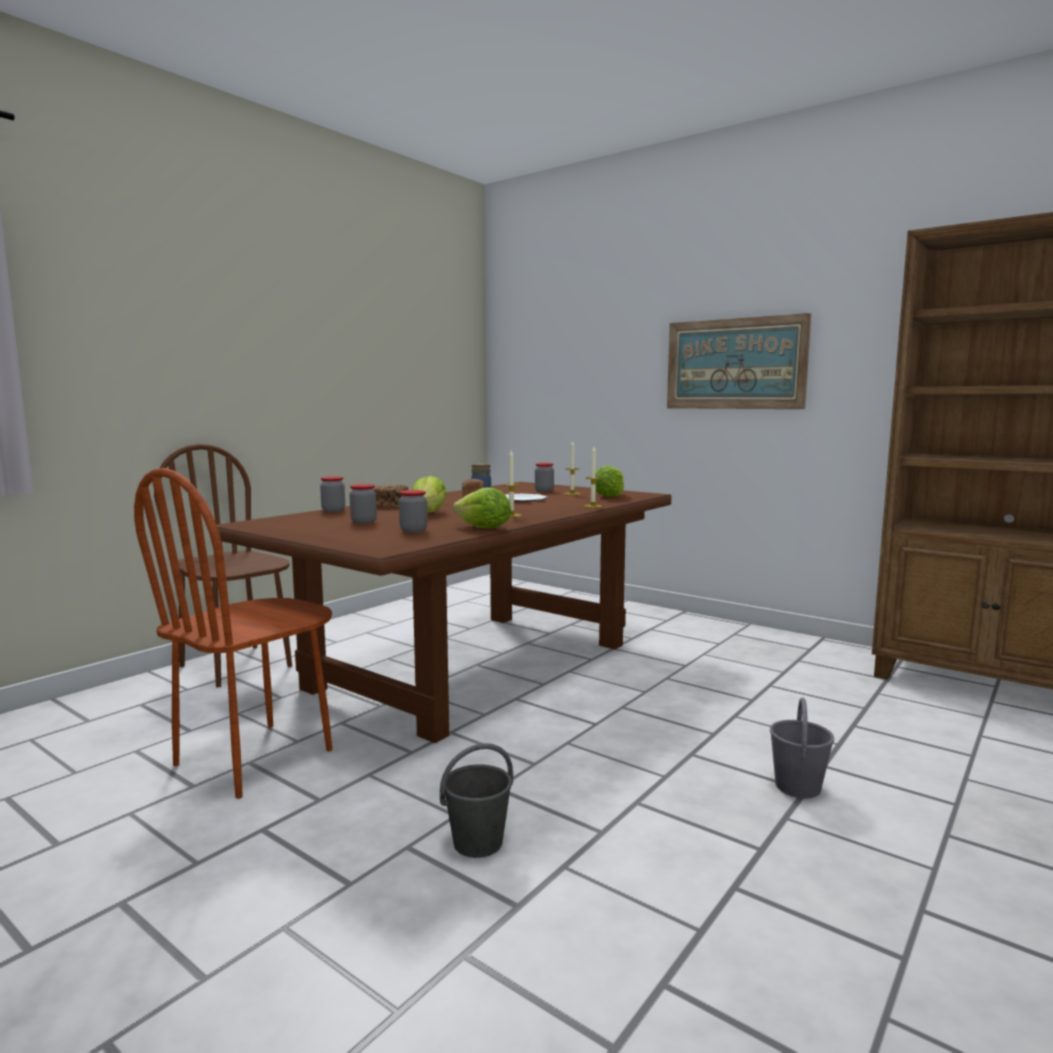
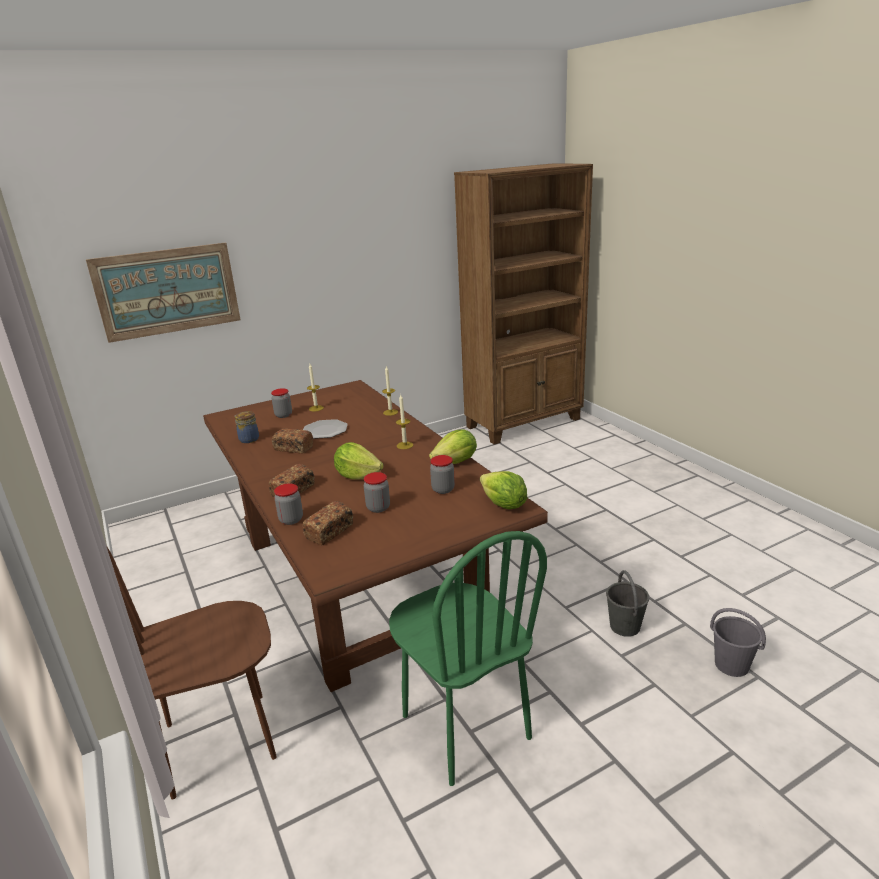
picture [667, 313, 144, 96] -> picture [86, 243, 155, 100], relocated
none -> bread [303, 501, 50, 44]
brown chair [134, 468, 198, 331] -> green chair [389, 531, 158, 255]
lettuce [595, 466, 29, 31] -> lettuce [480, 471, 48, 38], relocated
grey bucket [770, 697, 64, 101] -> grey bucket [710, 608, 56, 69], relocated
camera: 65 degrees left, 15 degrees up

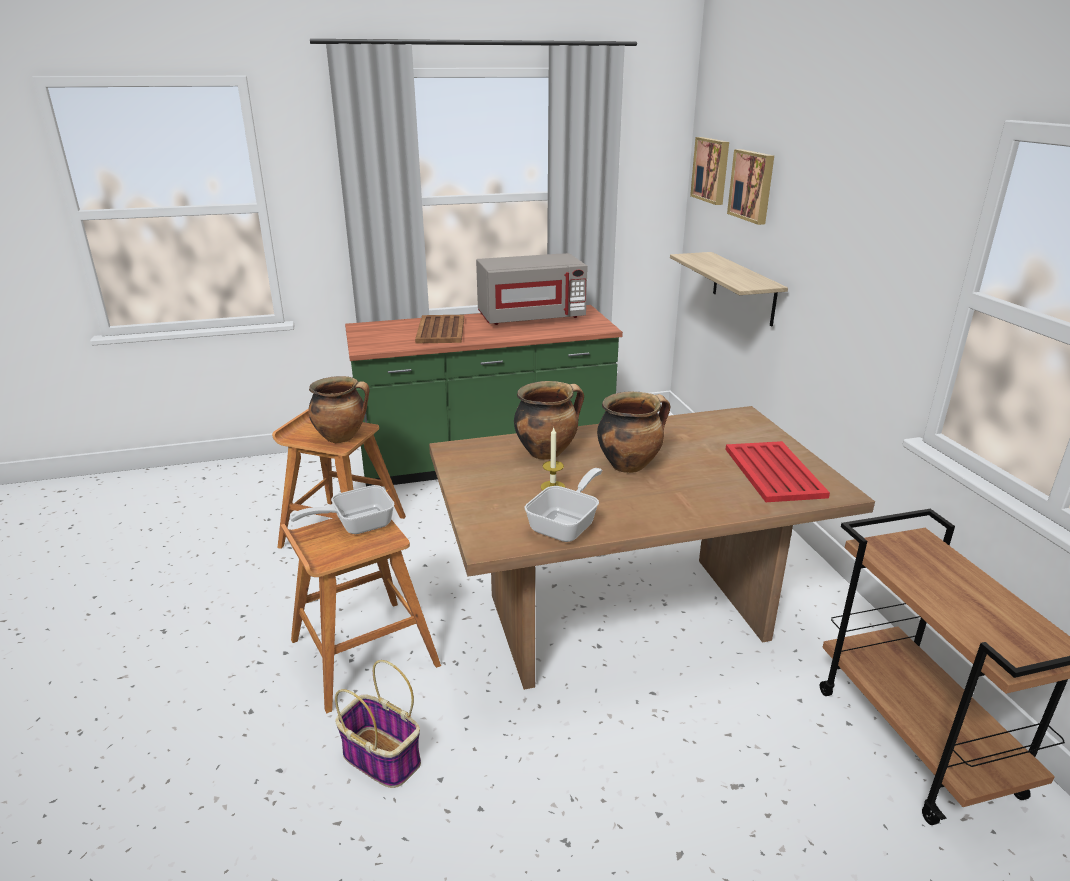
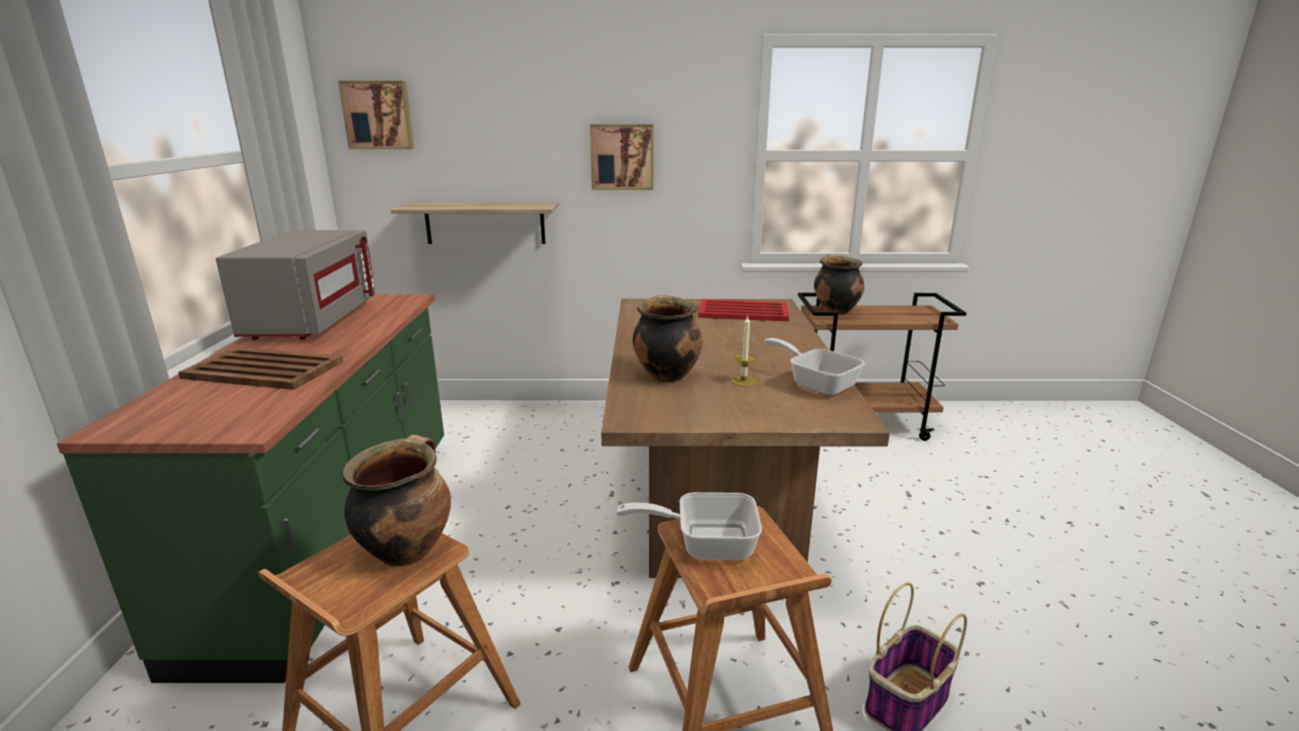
picture [727, 149, 47, 76] -> picture [590, 124, 64, 66], relocated
frying pan [290, 485, 105, 49] -> frying pan [616, 492, 146, 68], 105 degrees clockwise
cooking pot [597, 391, 73, 82] -> cooking pot [814, 255, 50, 60], relocated
camera: 75 degrees left, 5 degrees down

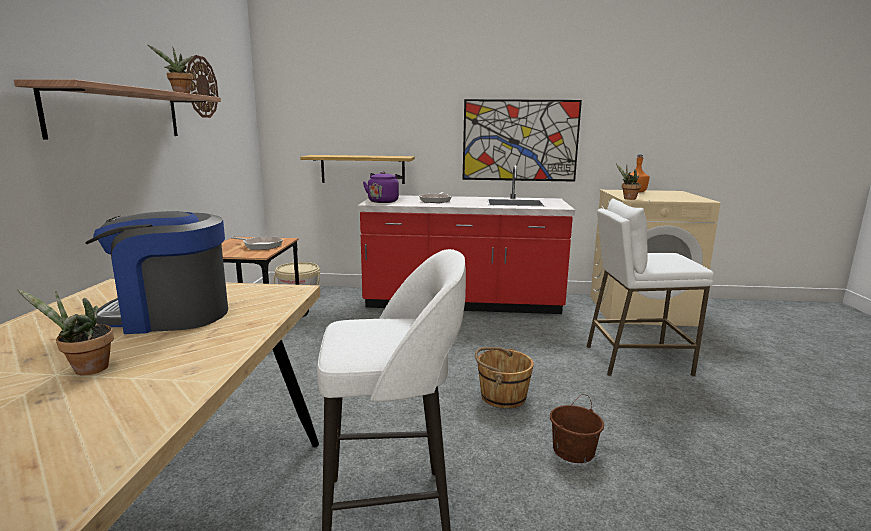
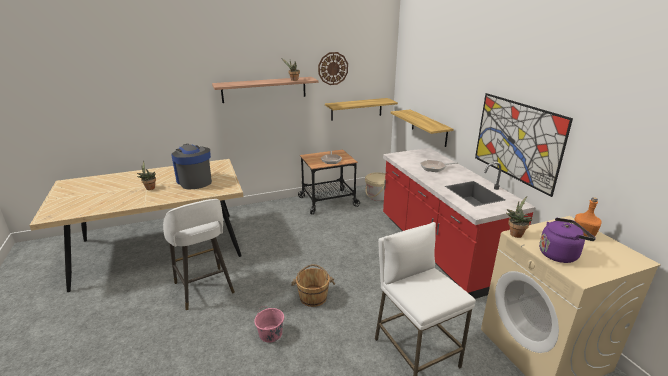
brown bucket [550, 394, 54, 69] -> pink bucket [254, 307, 30, 36]
none -> shelf [325, 98, 73, 23]
purple kettle [363, 171, 40, 32] -> purple kettle [539, 218, 57, 45], relocated
camera: 65 degrees right, 10 degrees up

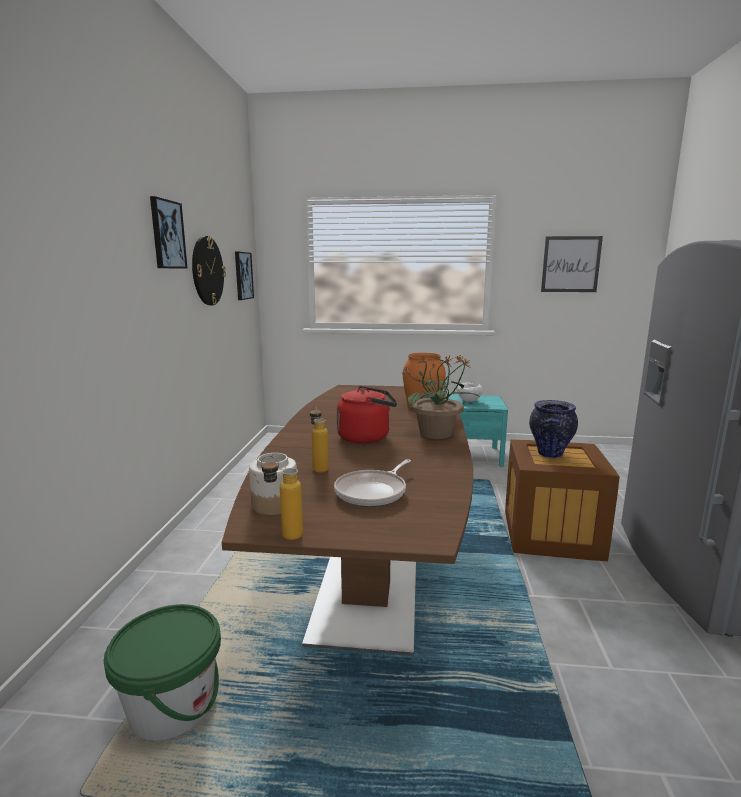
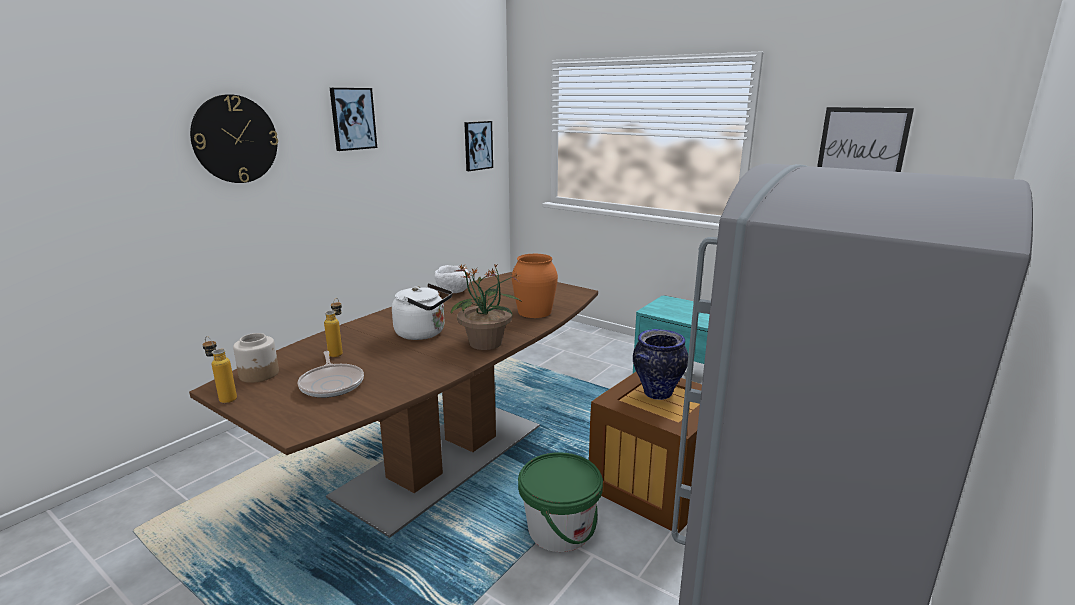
wall clock [192, 236, 34, 69] -> wall clock [190, 94, 88, 89], relocated
frying pan [334, 459, 77, 48] -> frying pan [297, 351, 67, 47], 90 degrees counterclockwise
red kettle [336, 386, 61, 58] -> white kettle [392, 283, 61, 57]
white bowl [456, 382, 27, 20] -> white bowl [435, 265, 34, 28], relocated
green bucket [104, 604, 117, 137] -> green bucket [518, 452, 85, 100], relocated
camera: 30 degrees right, 5 degrees up

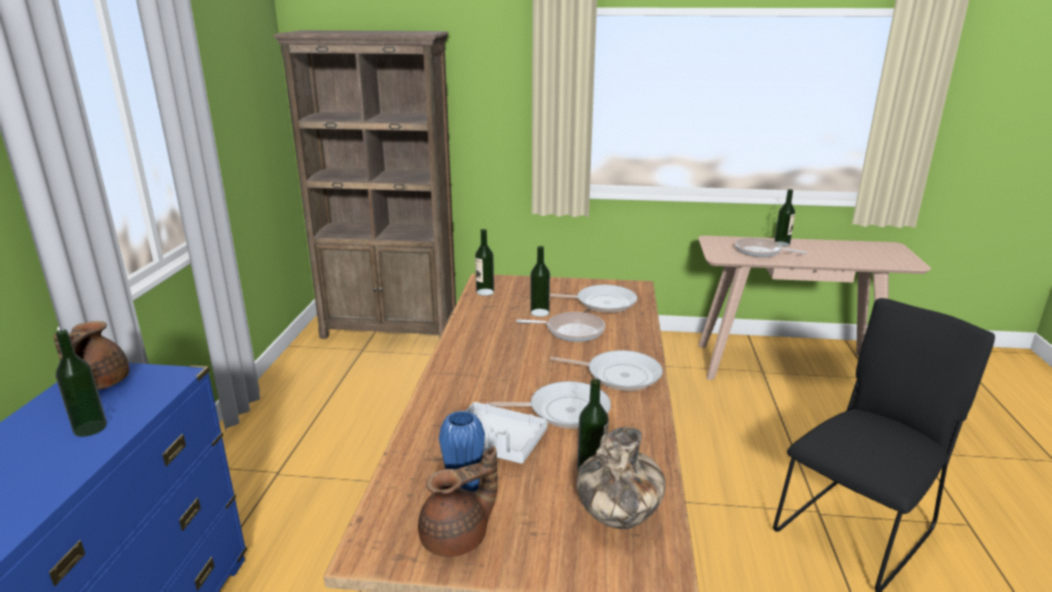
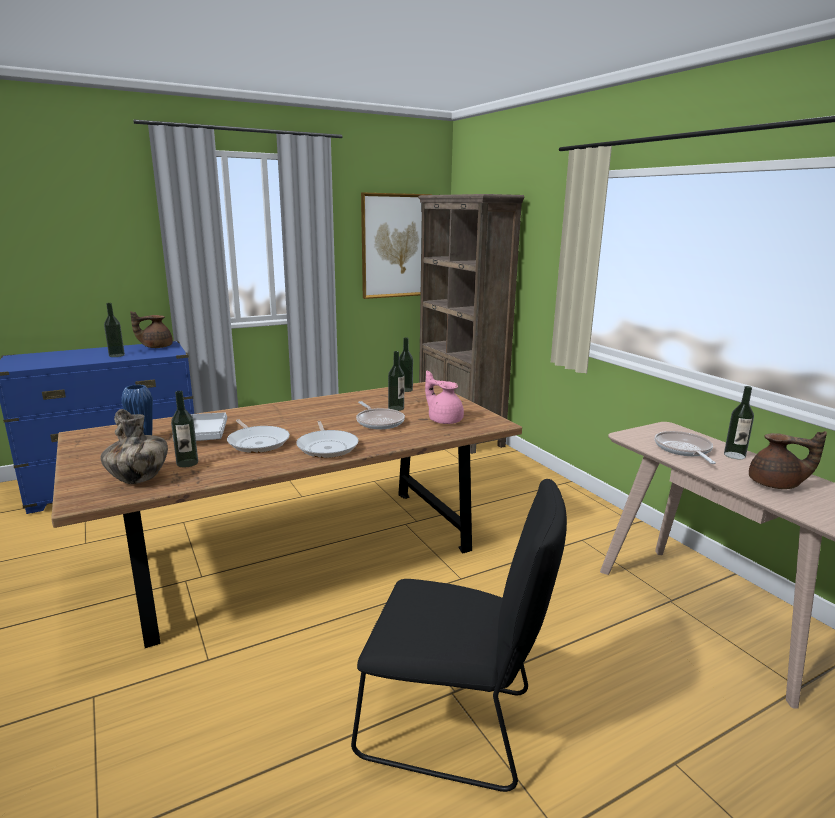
none -> picture [361, 193, 71, 106]
frying pan [550, 285, 87, 28] -> pink teapot [425, 371, 39, 53]
brown teapot [418, 446, 80, 111] -> brown teapot [749, 431, 78, 58], relocated
camera: 55 degrees right, 5 degrees down

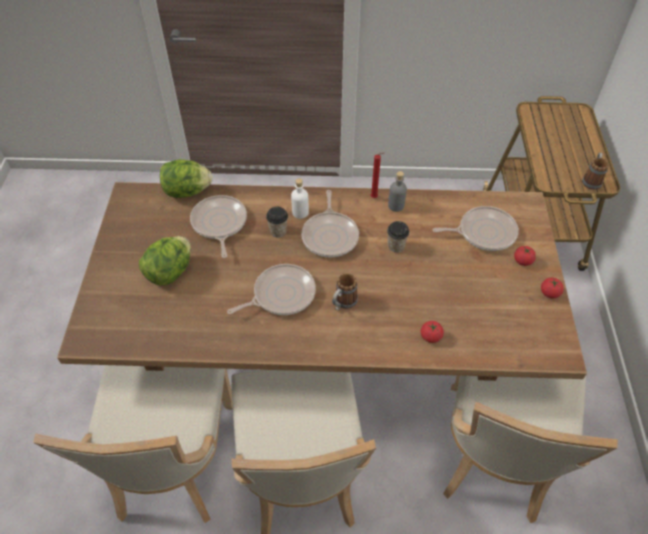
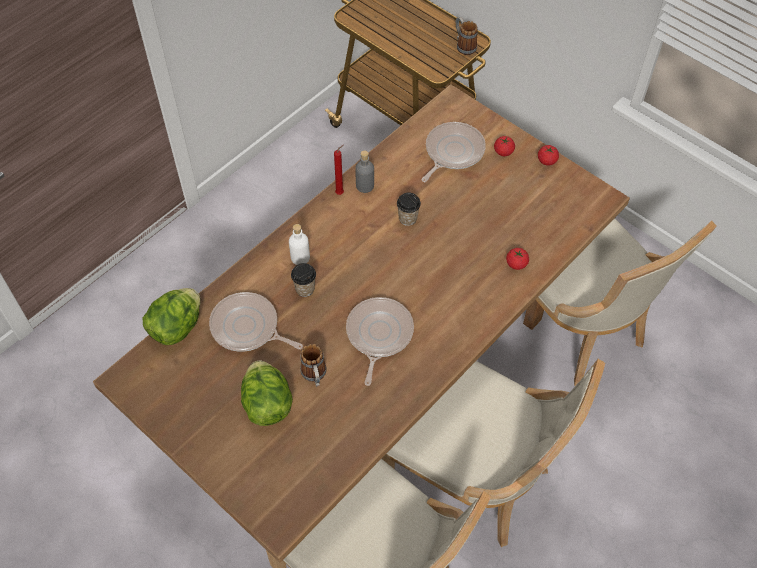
mug [332, 273, 26, 38] -> mug [300, 344, 27, 43], relocated
frying pan [301, 190, 58, 67] -> none
camera: 50 degrees left, 5 degrees up

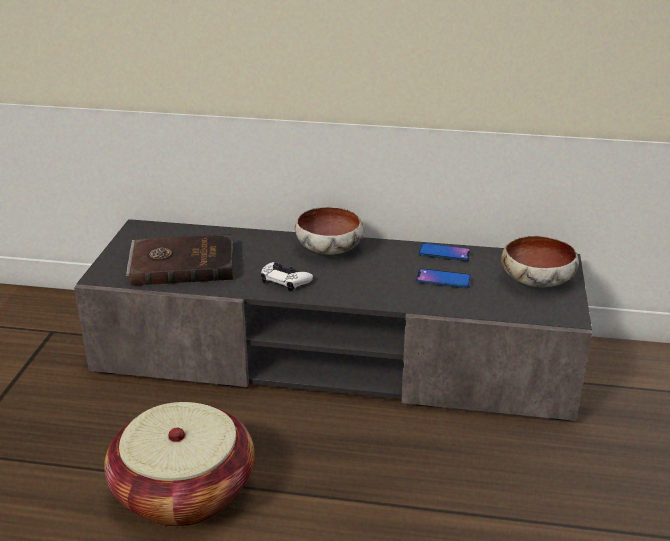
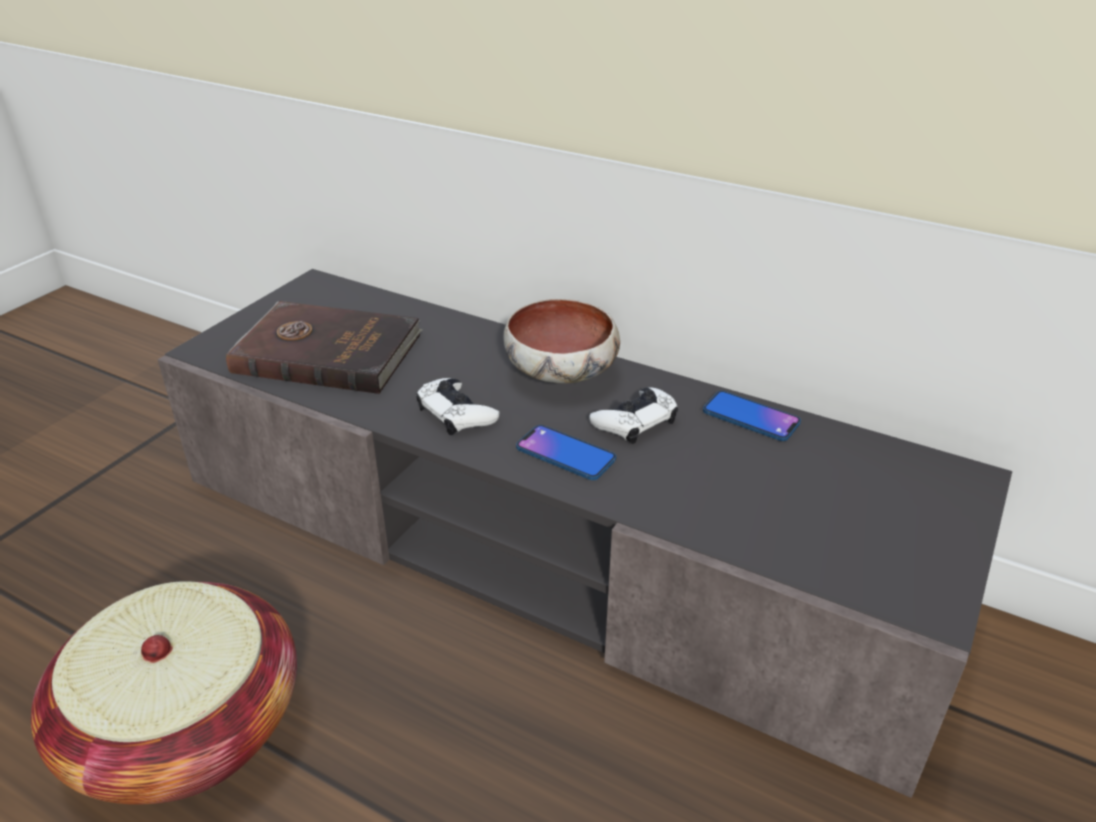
phone [416, 268, 55, 20] -> phone [516, 425, 100, 55], relocated
none -> white game controller [589, 387, 89, 57]
bowl [501, 235, 78, 52] -> none
camera: 20 degrees right, 5 degrees up

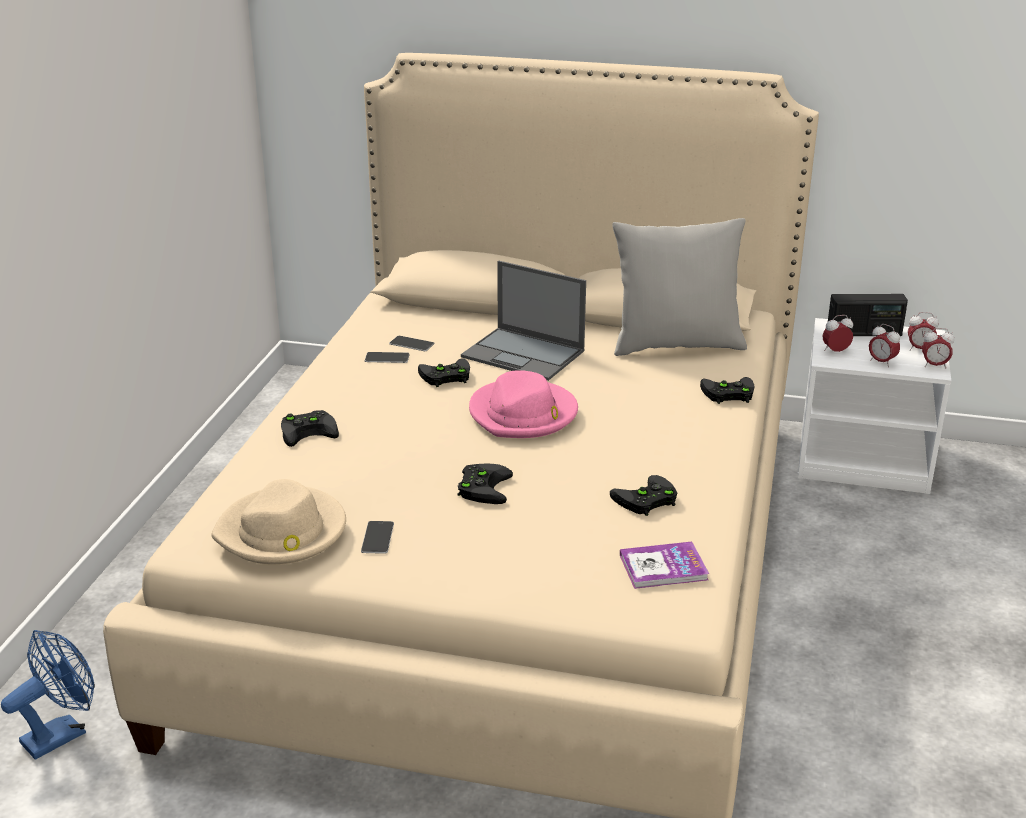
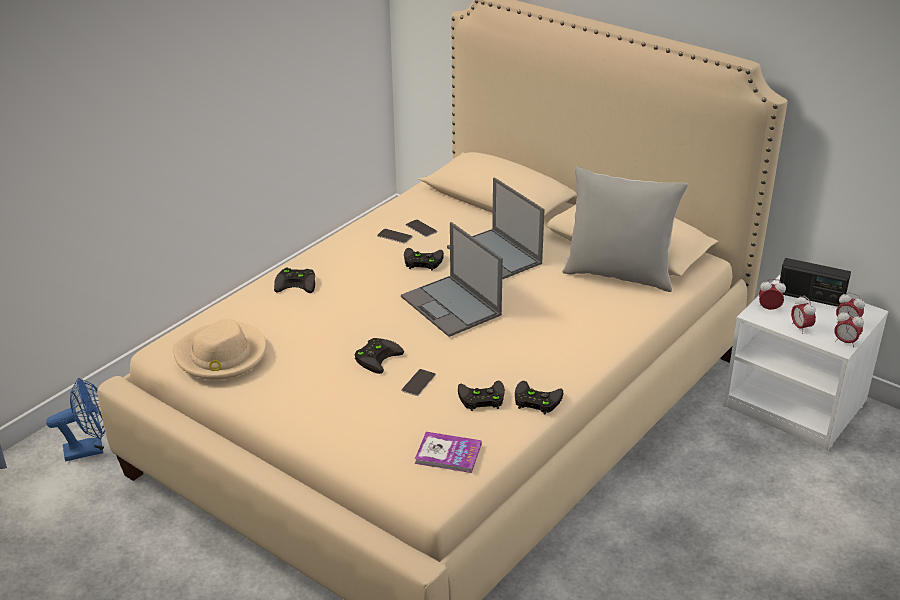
pink hat [469, 370, 109, 68] -> laptop [401, 222, 102, 115]
phone [361, 521, 33, 33] -> phone [401, 369, 35, 27], relocated
black game controller [700, 377, 54, 27] -> black game controller [515, 381, 48, 33], relocated
camera: 25 degrees right, 5 degrees up

